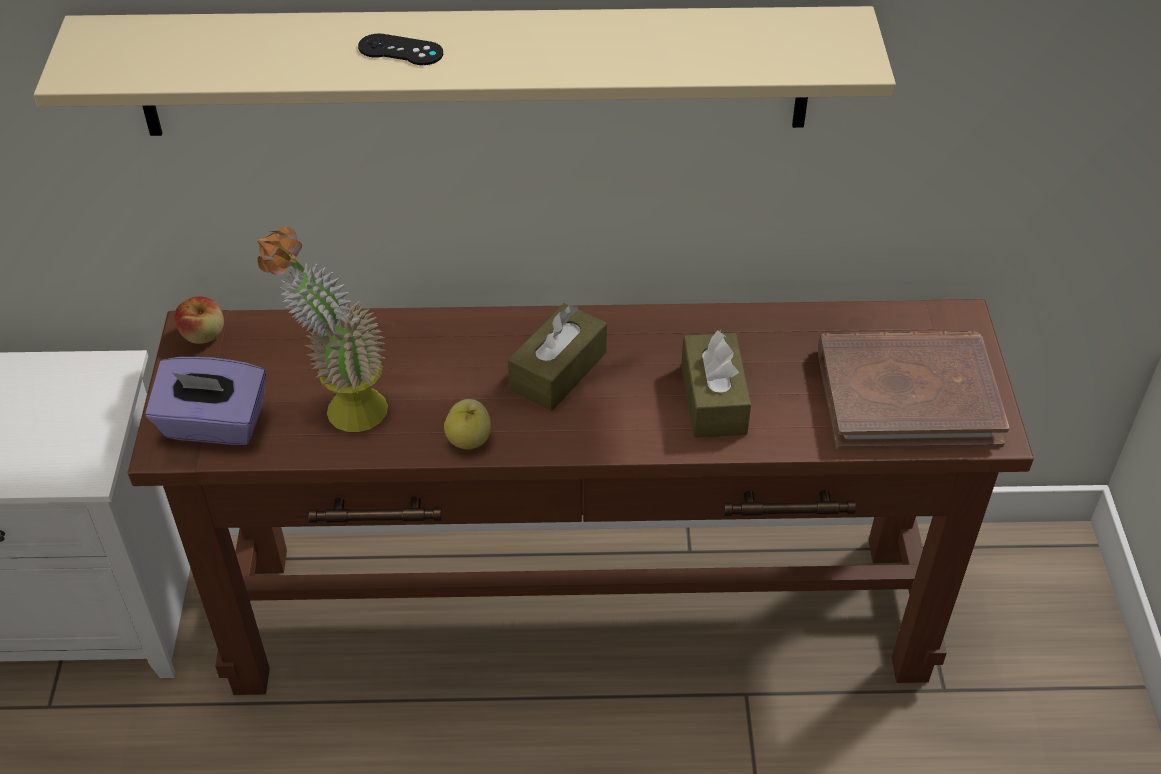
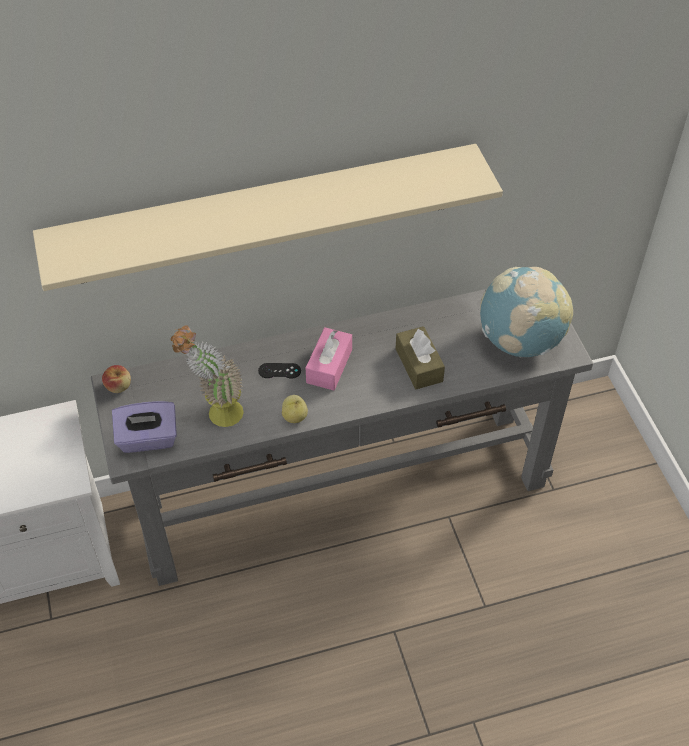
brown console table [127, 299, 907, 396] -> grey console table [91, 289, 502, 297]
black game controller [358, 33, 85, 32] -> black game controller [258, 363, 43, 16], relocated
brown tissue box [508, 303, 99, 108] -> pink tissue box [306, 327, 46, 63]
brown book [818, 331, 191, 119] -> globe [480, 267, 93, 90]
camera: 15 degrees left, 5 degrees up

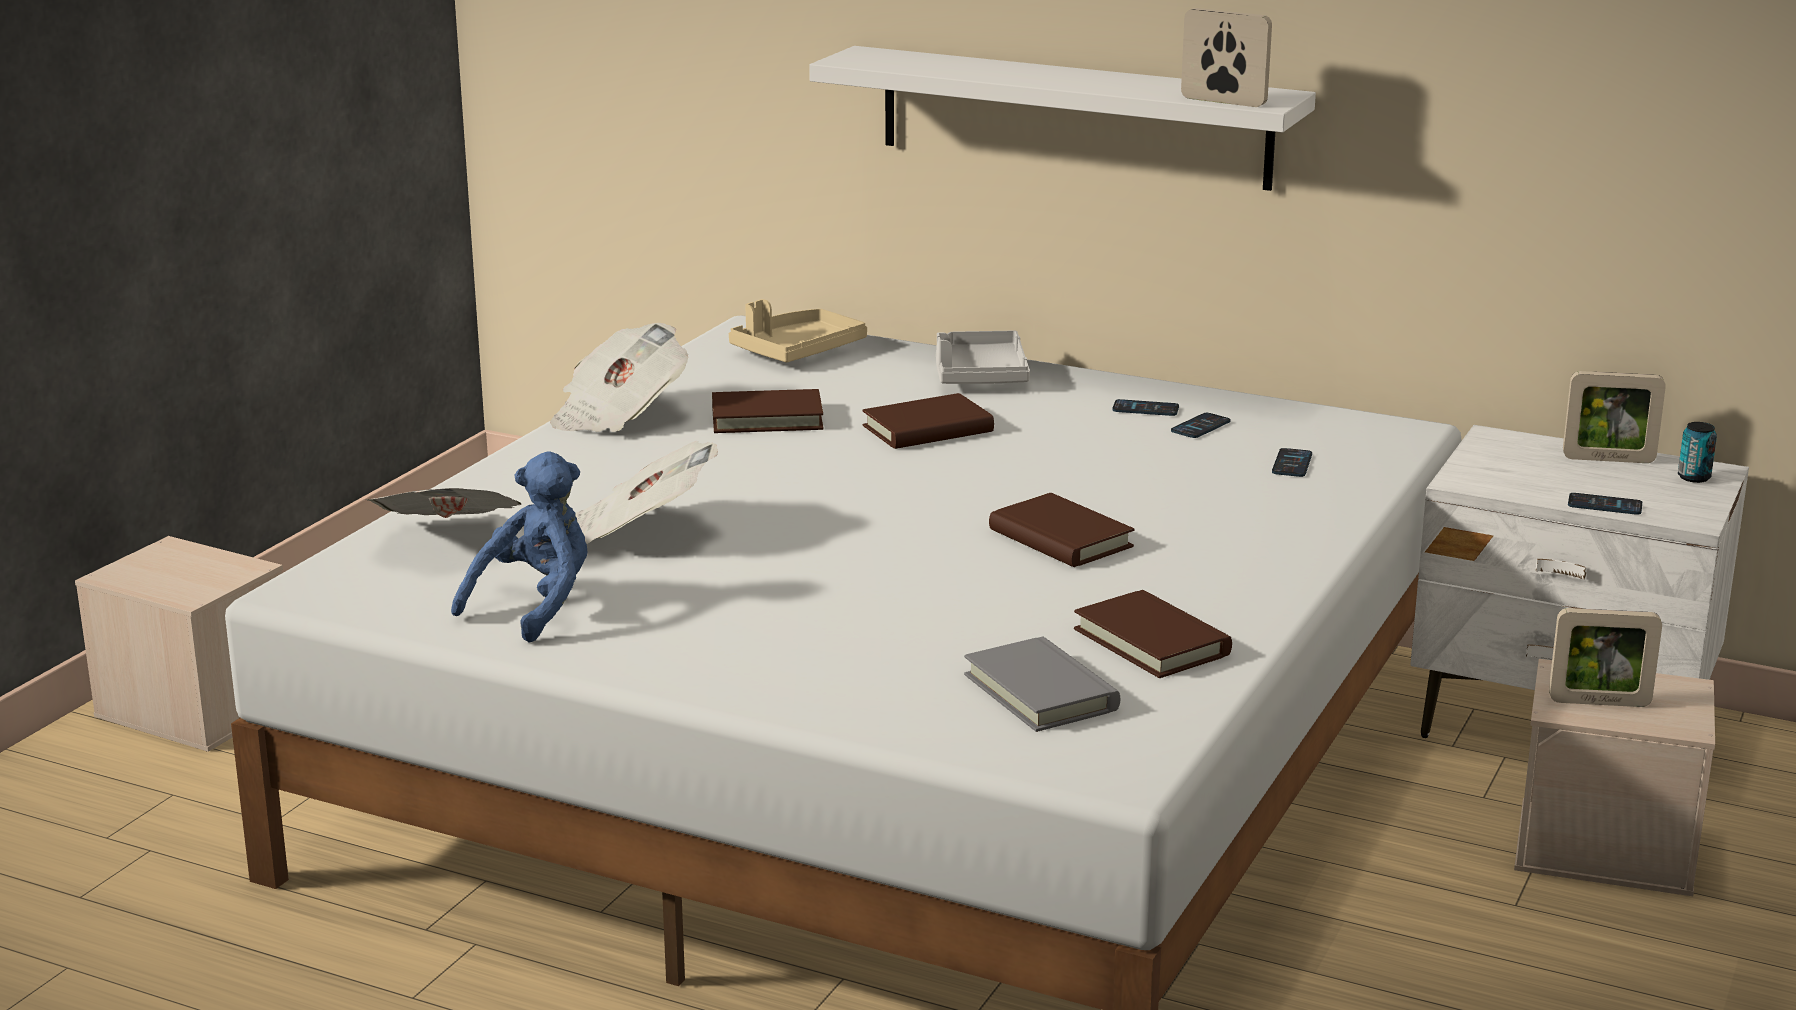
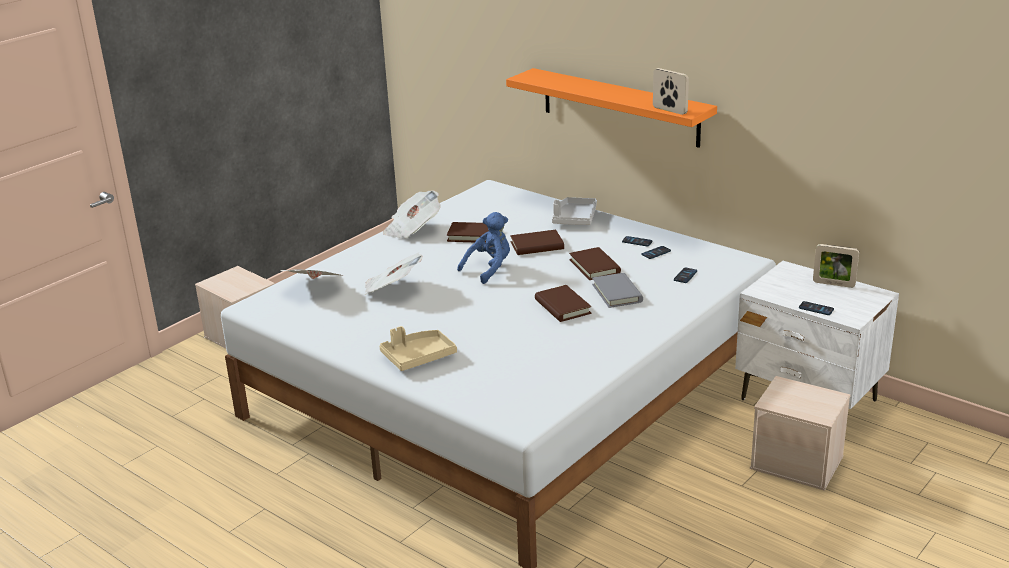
beige tray [729, 299, 138, 64] -> beige tray [379, 326, 78, 45], relocated
blue plush toy [451, 451, 136, 192] -> blue plush toy [457, 212, 53, 72], relocated
white shelf [809, 46, 507, 145] -> orange shelf [506, 68, 211, 80]
brown book [1074, 590, 158, 88] -> brown book [569, 247, 52, 33], relocated
grey book [964, 637, 156, 95] -> grey book [592, 273, 51, 35], relocated
picture frame [1549, 608, 113, 99] -> none
can [1678, 422, 39, 61] -> none
camera: 15 degrees right, 5 degrees up

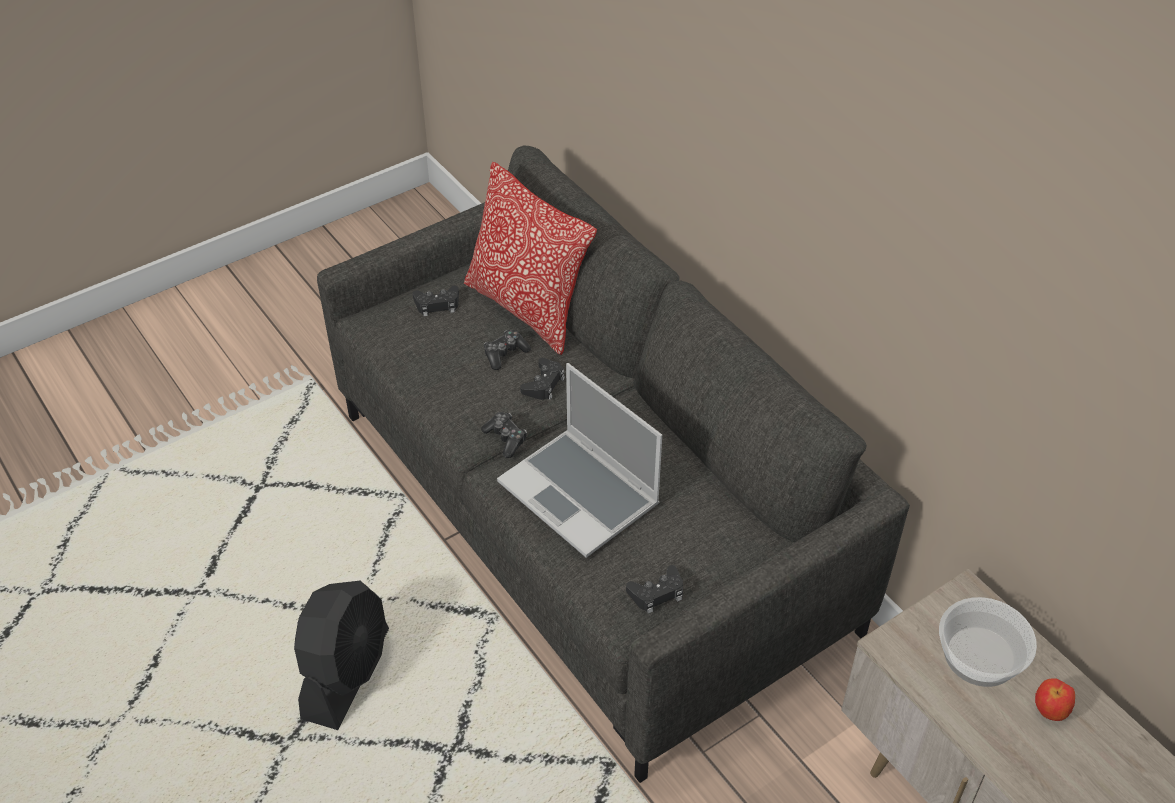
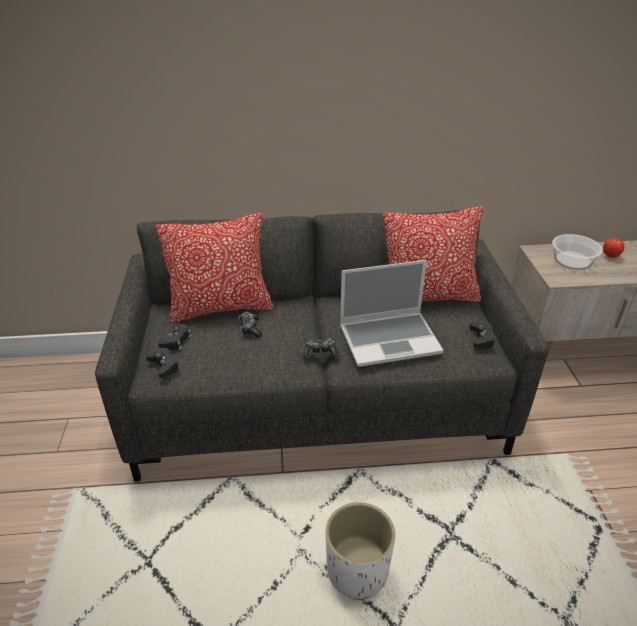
black game controller [520, 358, 45, 42] -> black game controller [146, 348, 34, 30], relocated
black fan [294, 581, 95, 149] -> white planter [326, 502, 69, 98]
none -> pillow [383, 206, 101, 96]
camera: 60 degrees left, 10 degrees down

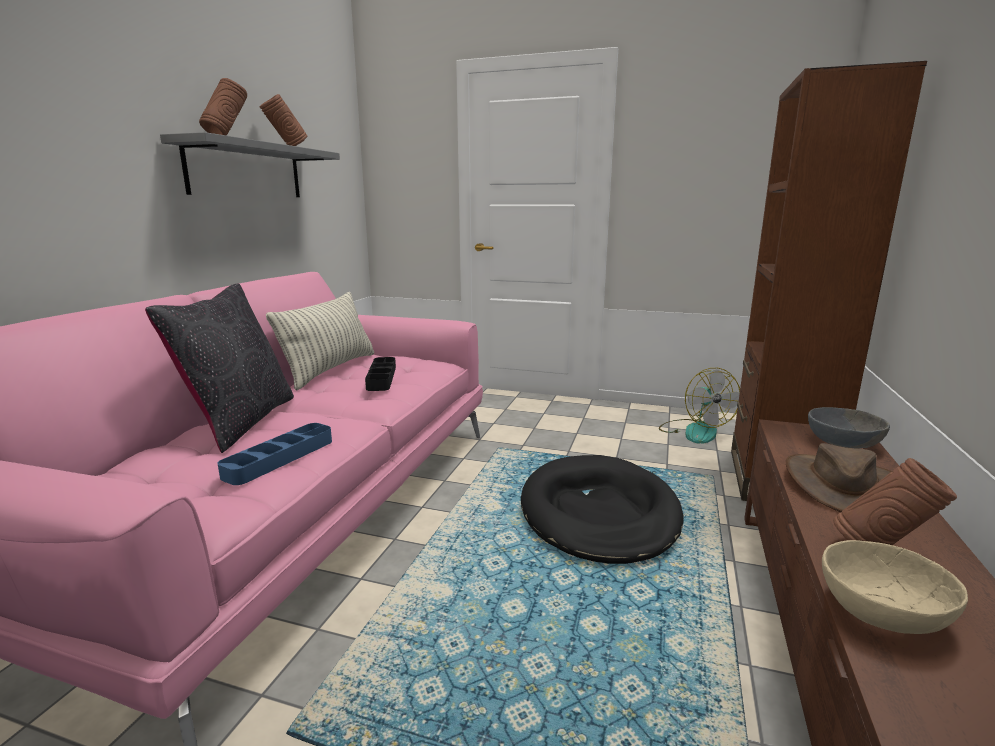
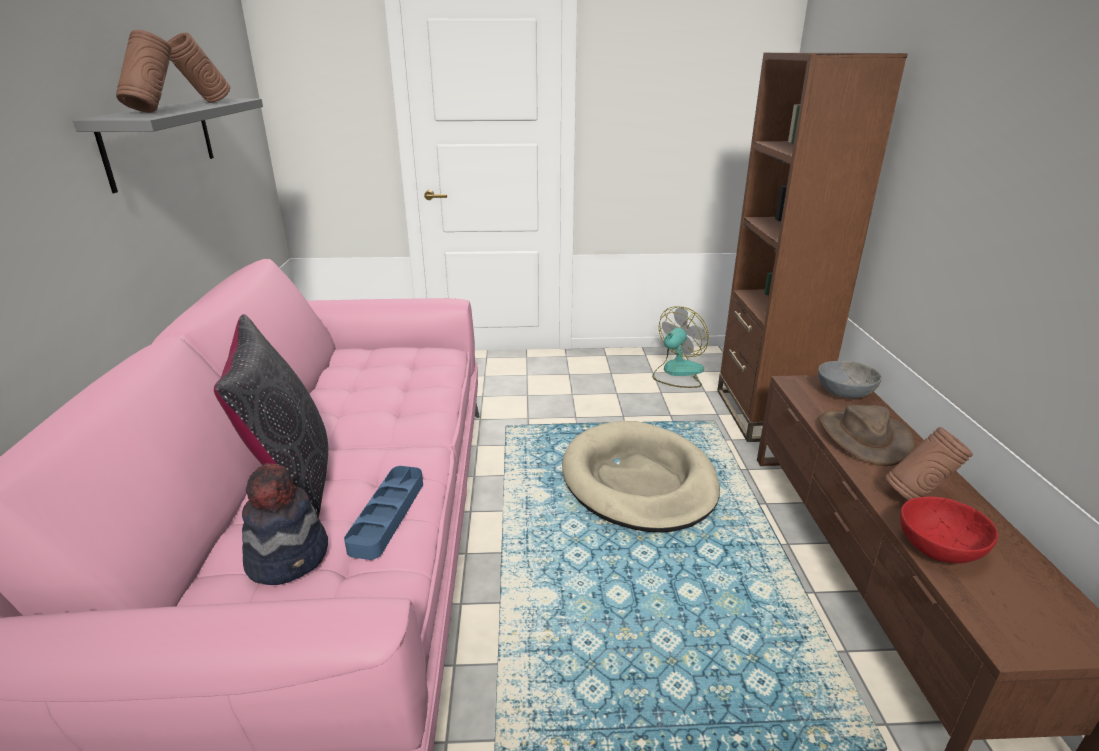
none -> hat [242, 463, 86, 122]
black dog bed [521, 455, 163, 109] -> beige dog bed [562, 421, 158, 112]
fan [659, 368, 81, 76] -> fan [652, 306, 57, 82], 105 degrees counterclockwise
beige bowl [822, 540, 146, 94] -> red bowl [900, 497, 98, 66]
pillow [266, 292, 108, 98] -> none
black tray [365, 357, 31, 34] -> none
camera: 20 degrees left, 10 degrees up

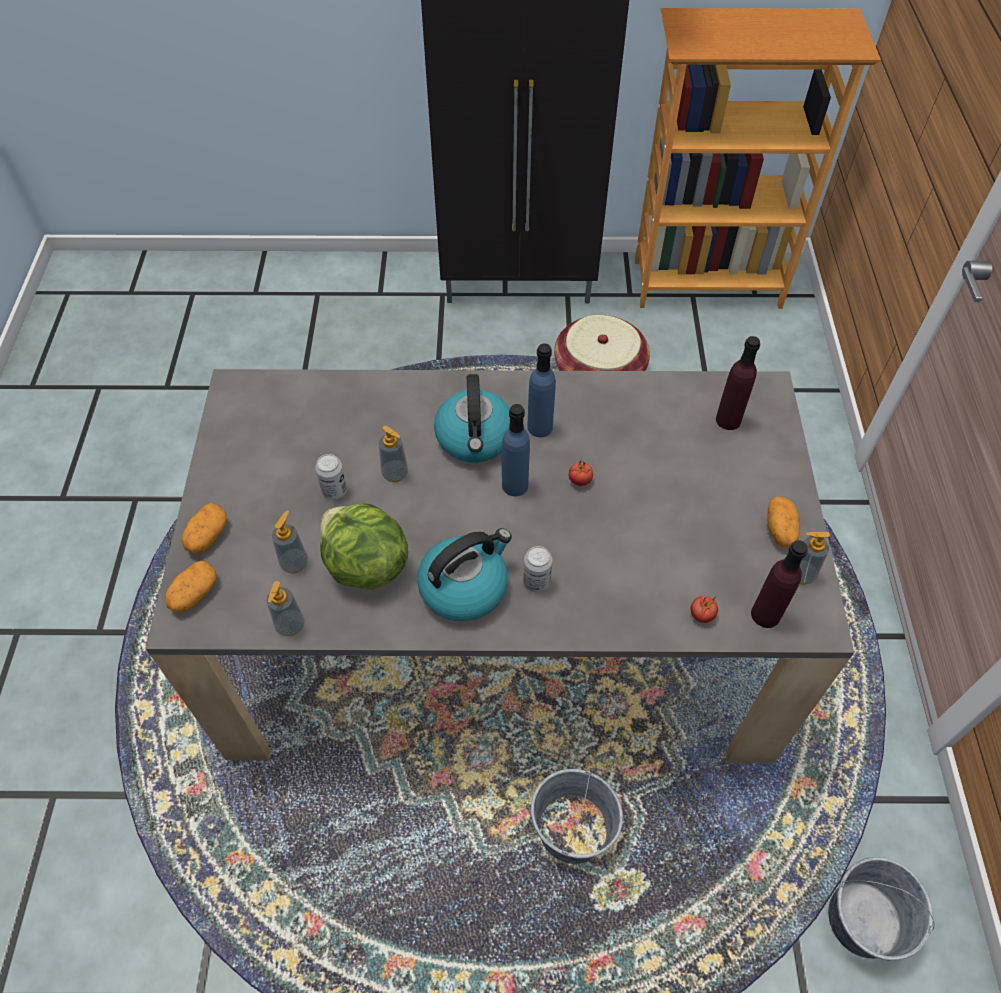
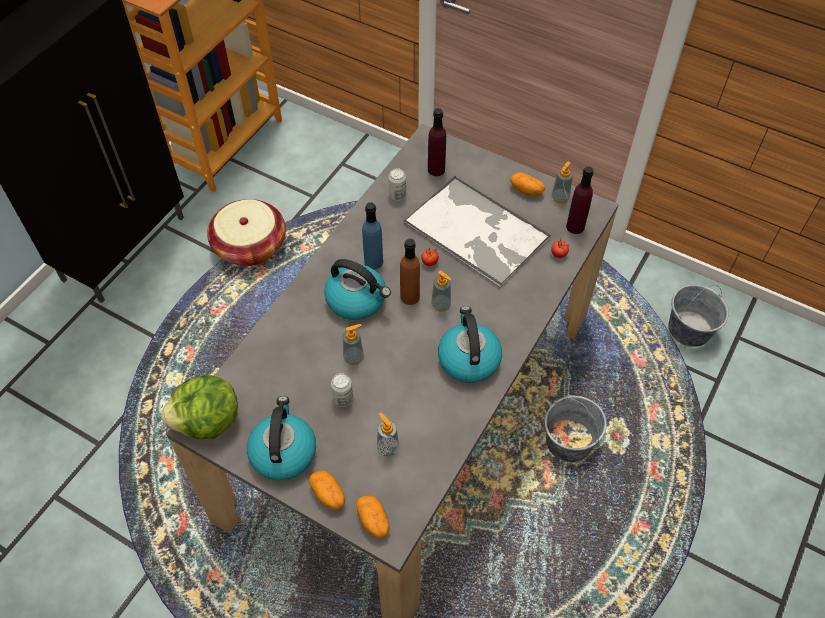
lettuce [320, 503, 88, 86] -> lettuce [161, 375, 77, 64], relocated
none -> kettle [247, 396, 69, 84]
can [523, 546, 29, 46] -> can [388, 168, 18, 33], relocated
blue bottle [502, 404, 28, 92] -> brown bottle [400, 239, 20, 66]
none -> tray [404, 175, 147, 113]
soap dispenser [266, 581, 39, 55] -> soap dispenser [431, 271, 20, 41], relocated
camera: 60 degrees left, 0 degrees up

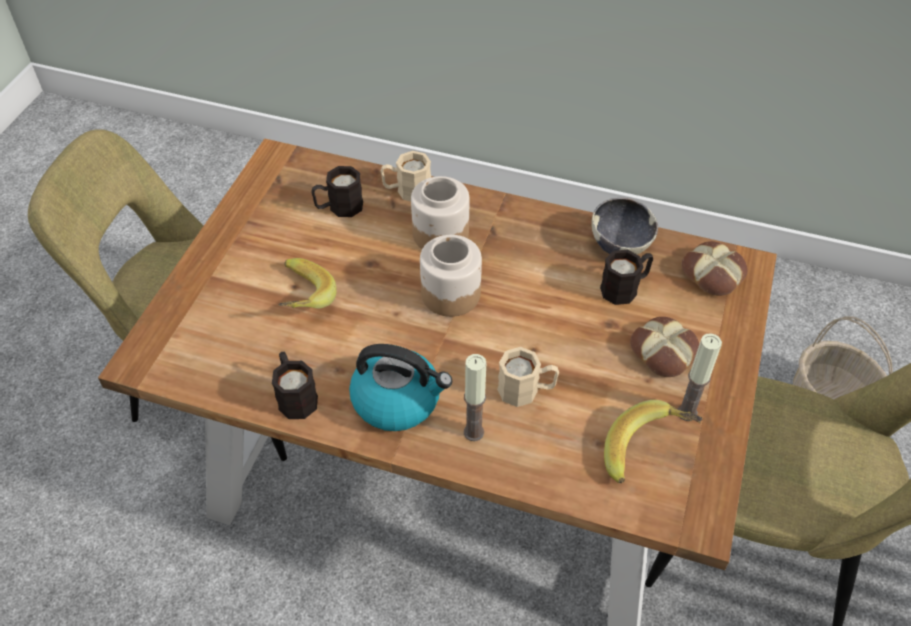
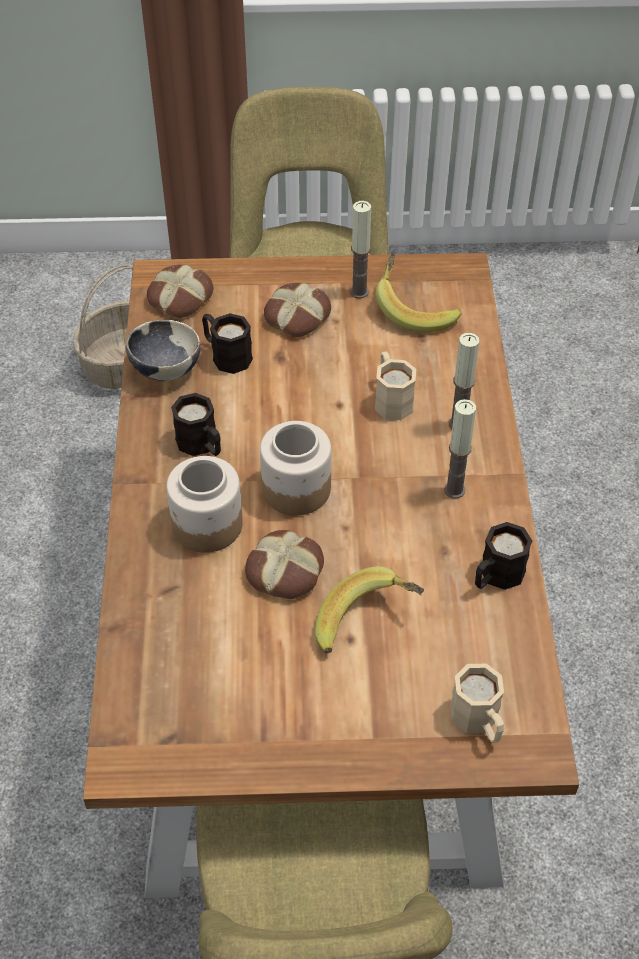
black mug [311, 166, 52, 51] -> black mug [171, 393, 50, 63], relocated
none -> bread [245, 530, 79, 69]
kettle [349, 344, 103, 87] -> candle [444, 399, 32, 99]
beige mug [381, 151, 50, 50] -> beige mug [450, 664, 54, 79], relocated
camera: 110 degrees left, 0 degrees up

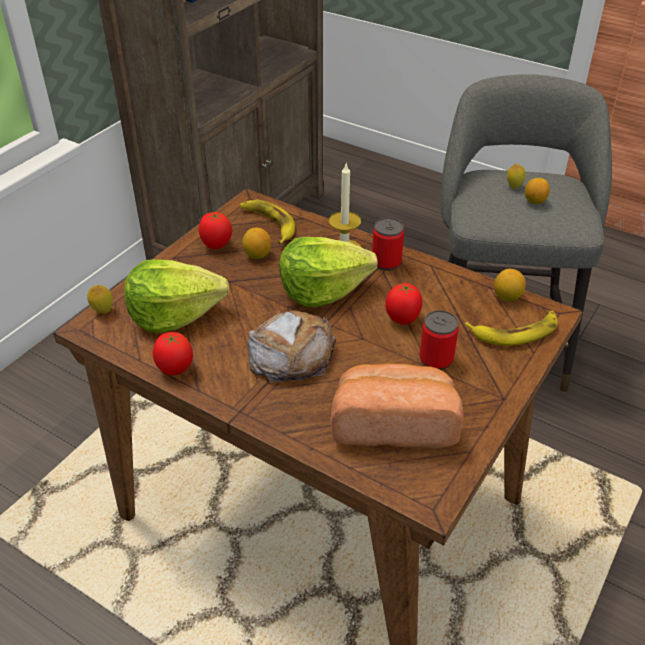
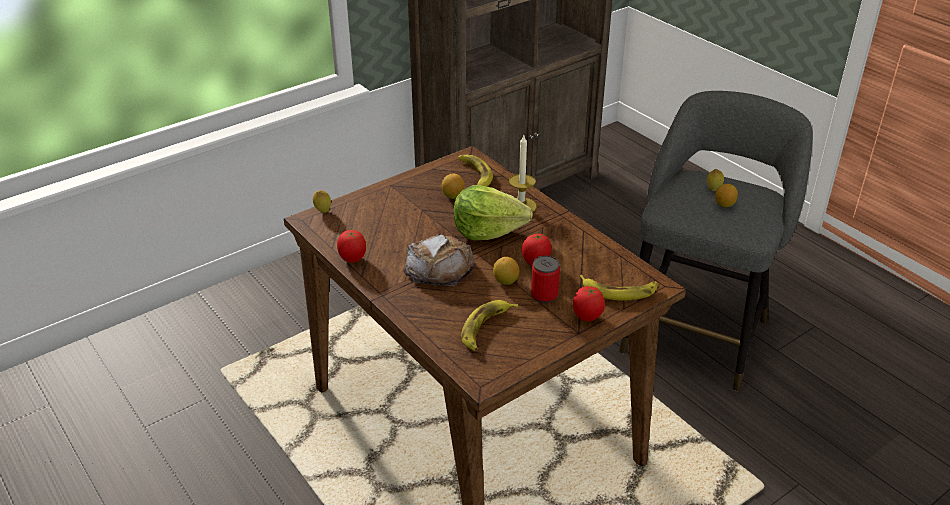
bread [331, 363, 133, 85] -> banana [461, 300, 57, 51]
lemon [494, 269, 32, 32] -> lemon [493, 257, 26, 28], relocated
tomato [199, 212, 33, 37] -> tomato [573, 286, 32, 35], relocated
lettuce [124, 259, 105, 74] -> none
can [372, 218, 32, 53] -> none
camera: 20 degrees right, 5 degrees down

